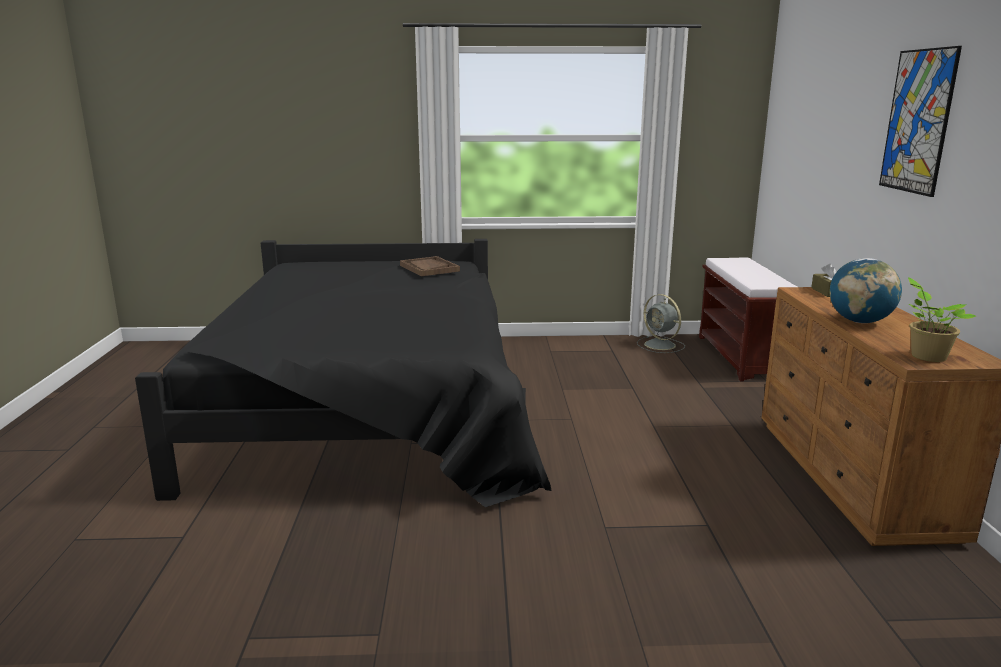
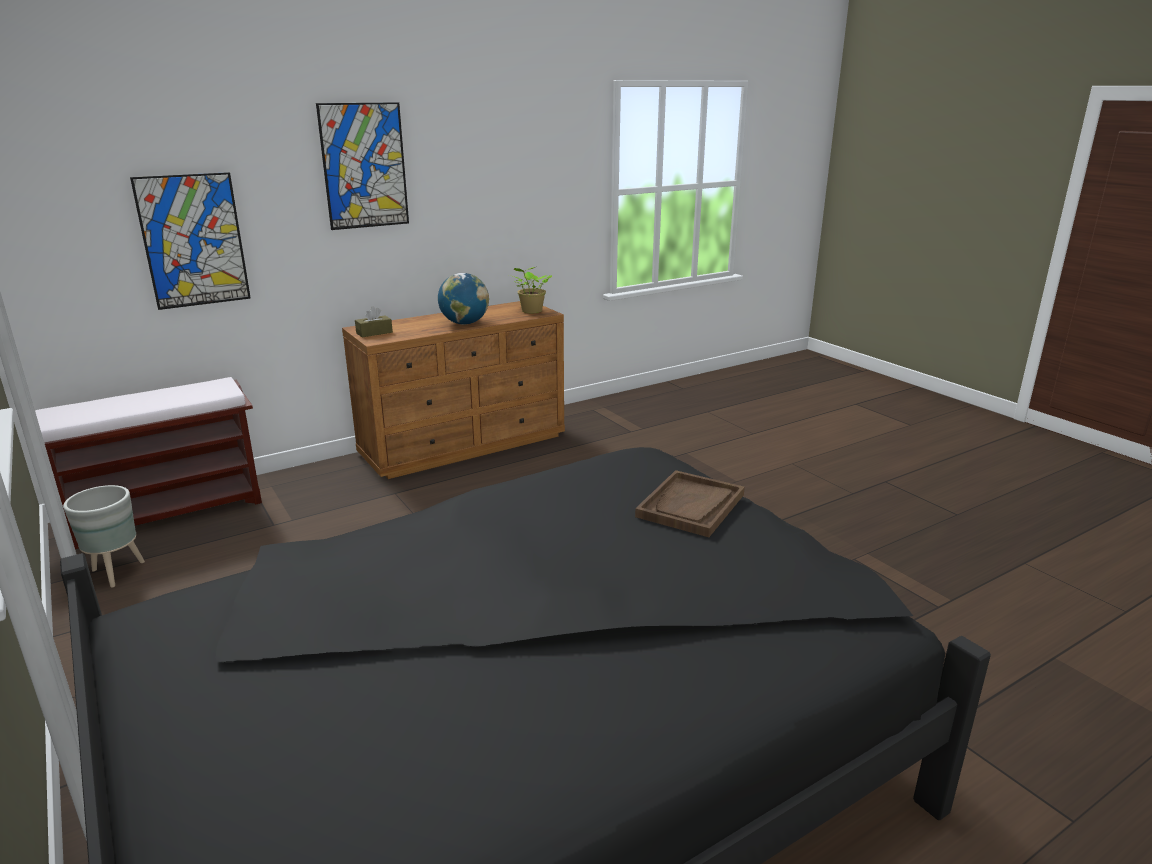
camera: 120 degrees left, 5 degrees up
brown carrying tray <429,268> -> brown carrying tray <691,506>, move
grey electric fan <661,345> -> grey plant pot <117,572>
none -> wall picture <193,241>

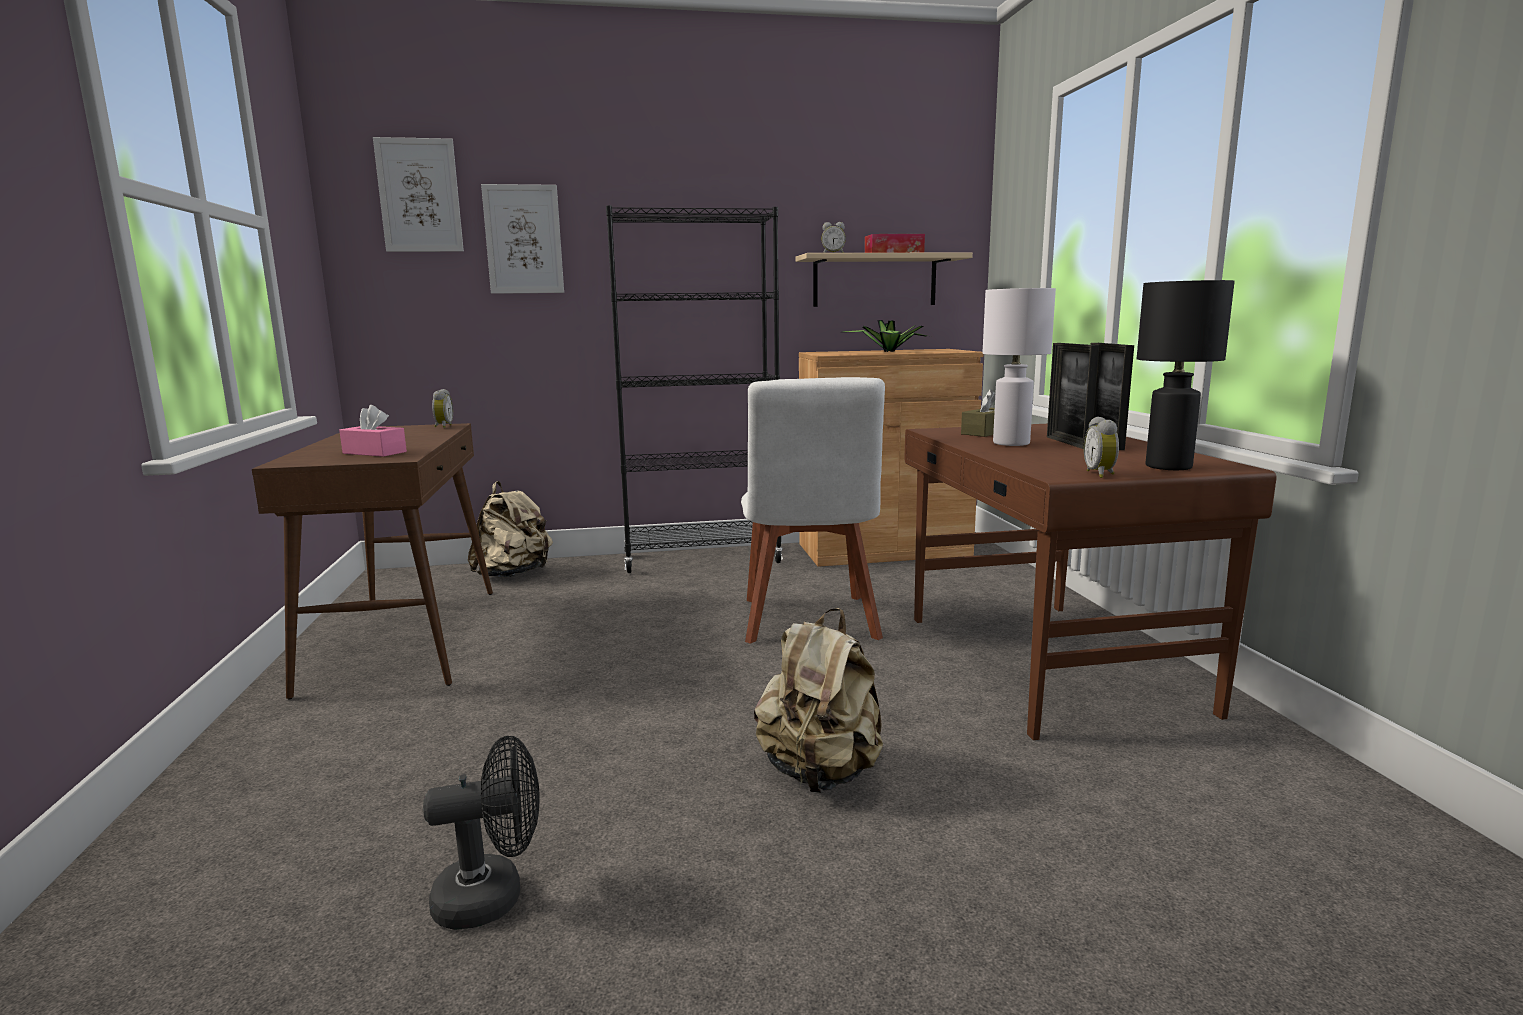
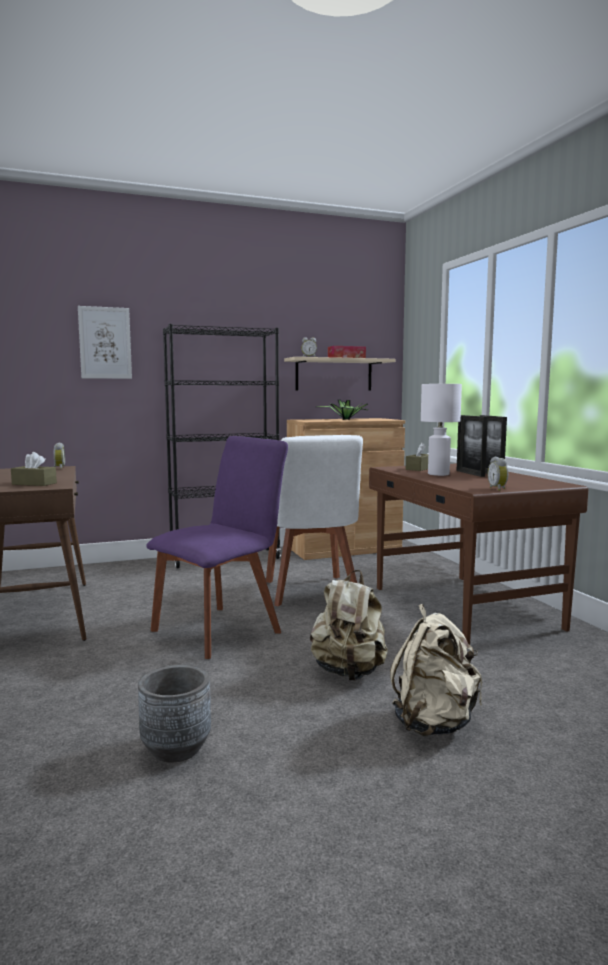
camera: 10 degrees left, 5 degrees down
wall picture <419,195> -> none
blackish table lamp <1168,467> -> none
pink box of tissues <374,452> -> brown box of tissues <34,484>
beige backpack <513,574> -> beige backpack <434,723>, move
blackish electric fan <493,896> -> grey plant pot <176,748>
none -> purple plain chair <221,629>

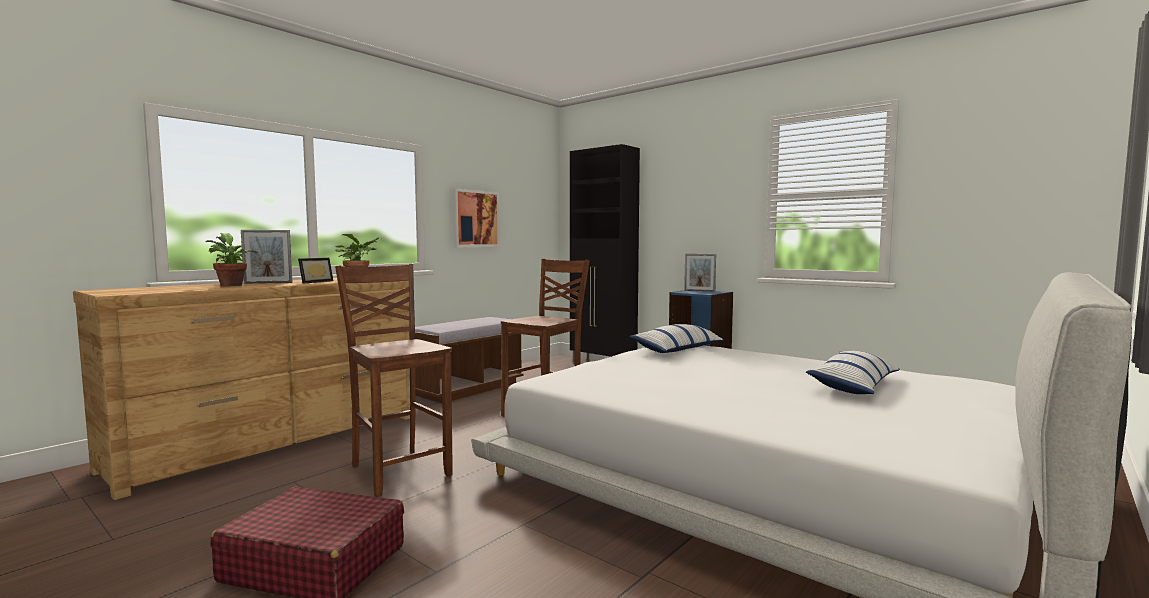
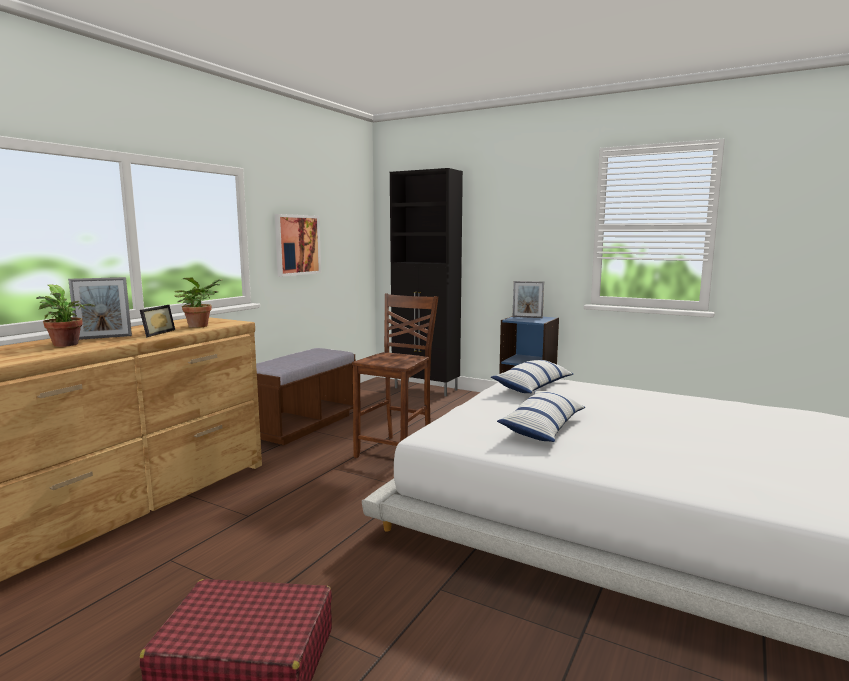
camera: 10 degrees left, 5 degrees up
brown plain chair <399,470> -> none
cushion <854,385> -> cushion <543,427>, move

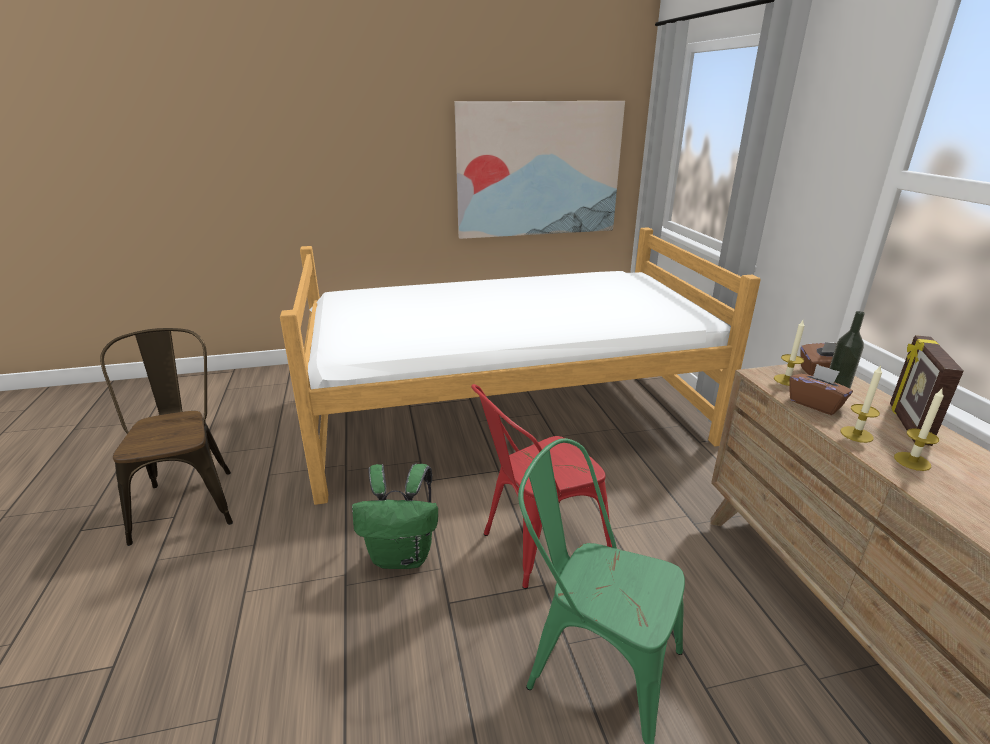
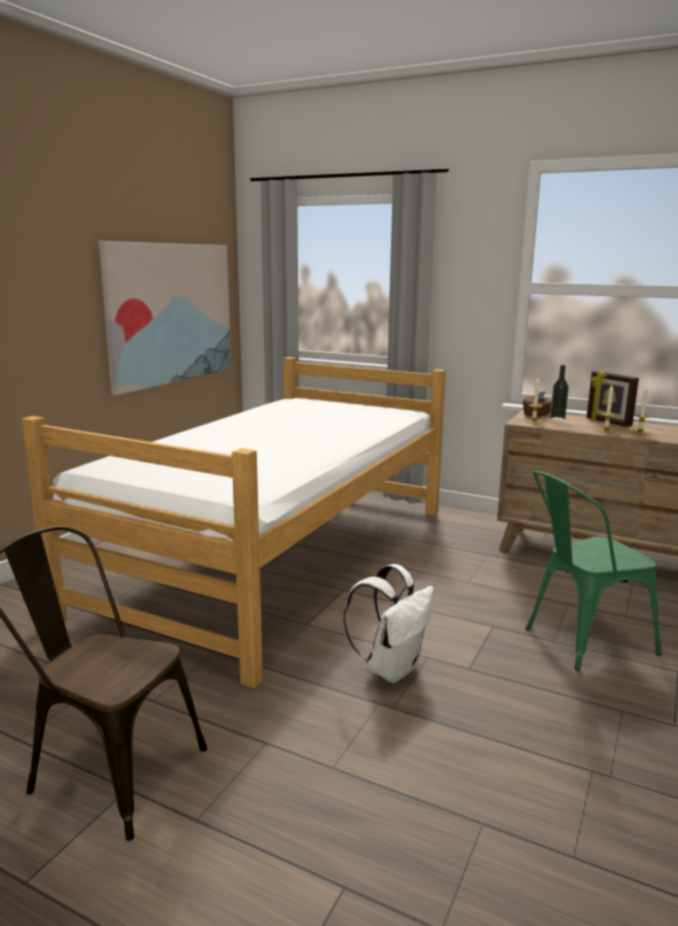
camera: 50 degrees left, 10 degrees down
brown box of tissues <815,404> -> none
red plain chair <536,546> -> none
green-coloured backpack <403,555> -> white backpack <391,668>

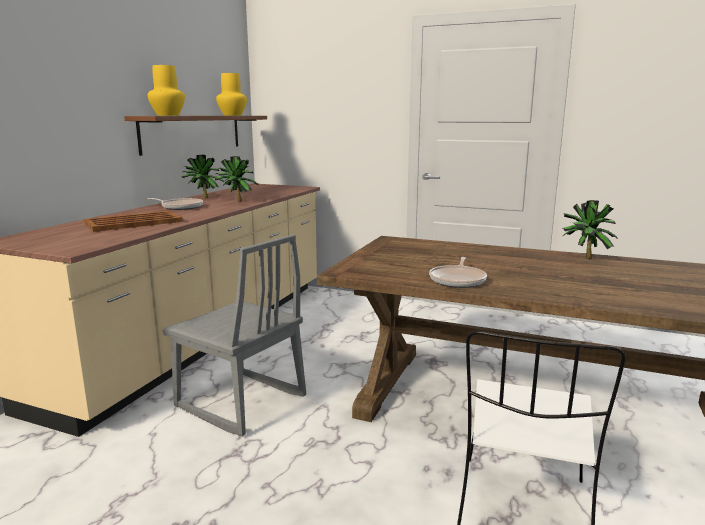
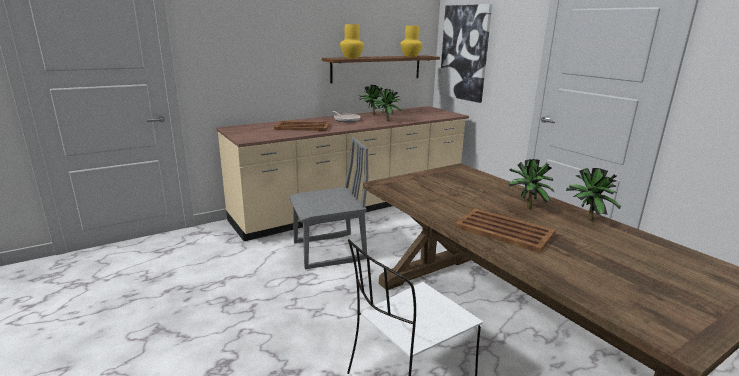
camera: 35 degrees right, 5 degrees up
grey plain chair <240,403> -> grey plain chair <329,251>, 90 degrees counterclockwise
frying pan <458,280> -> none
none -> wall picture <464,53>
none -> potted plant <525,208>
none -> brown carrying tray <504,231>

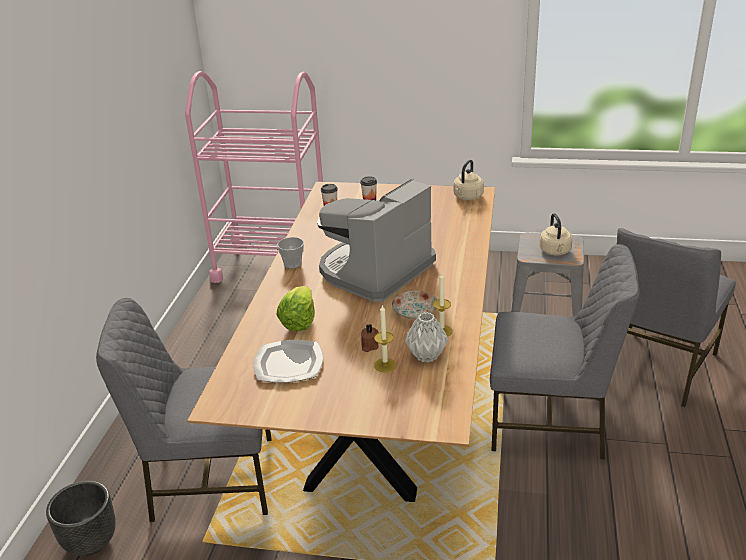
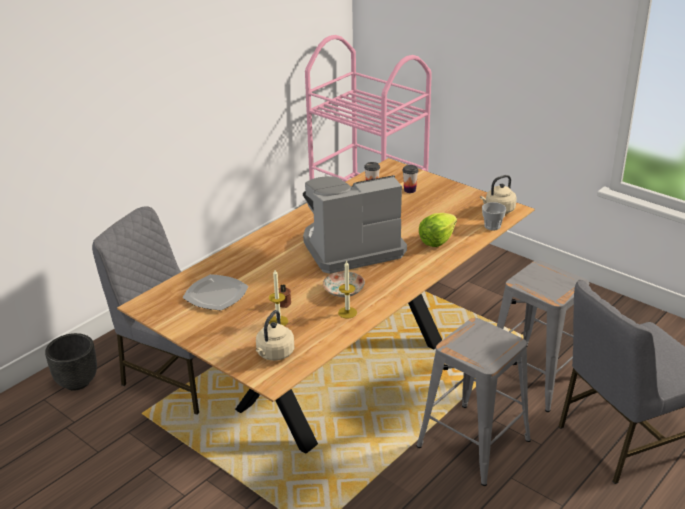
camera: 30 degrees right, 0 degrees up
beige water kettle <555,251> -> beige water kettle <274,354>, move
cup <292,264> -> cup <492,226>, move
grey plain chair <550,423> -> grey sitting stool <474,443>
lettuce <299,321> -> lettuce <437,240>, move
grey decorative vase <427,356> -> none

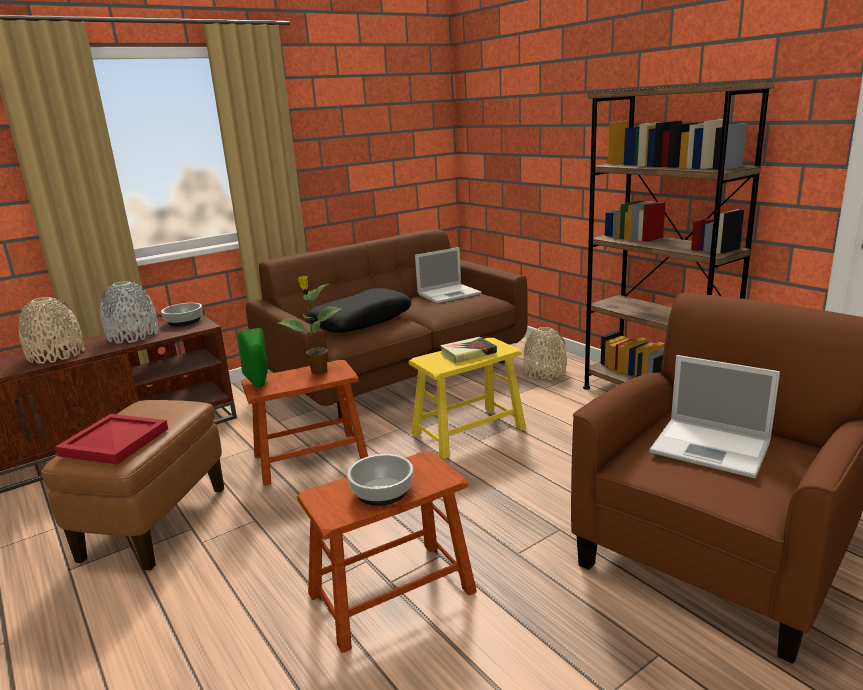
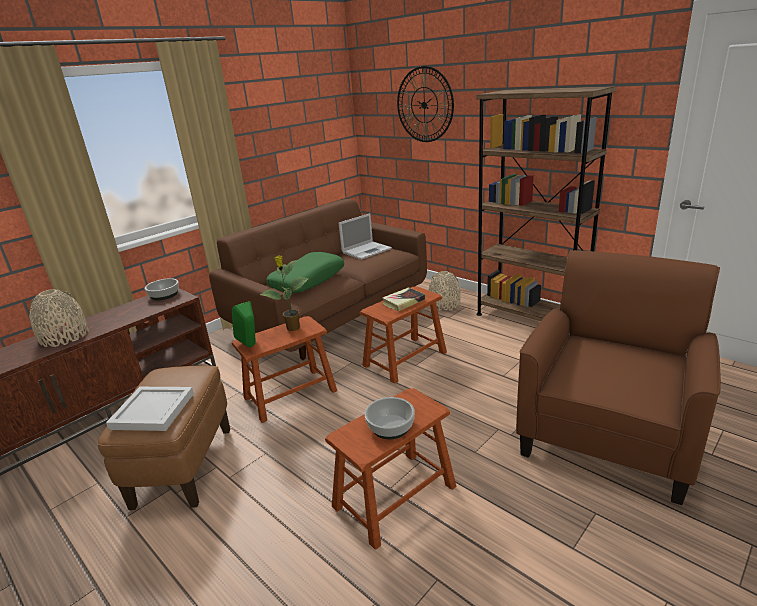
camera: 10 degrees left, 5 degrees up
grey decorative vase <133,335> -> none
blackish cushion <361,321> -> green-coloured cushion <307,280>
yellow-coloured sitting stool <468,431> -> brown sitting stool <404,359>
notebook computer <712,448> -> none
red carrying tray <114,442> -> white carrying tray <153,411>
none -> clock on the wall <424,105>

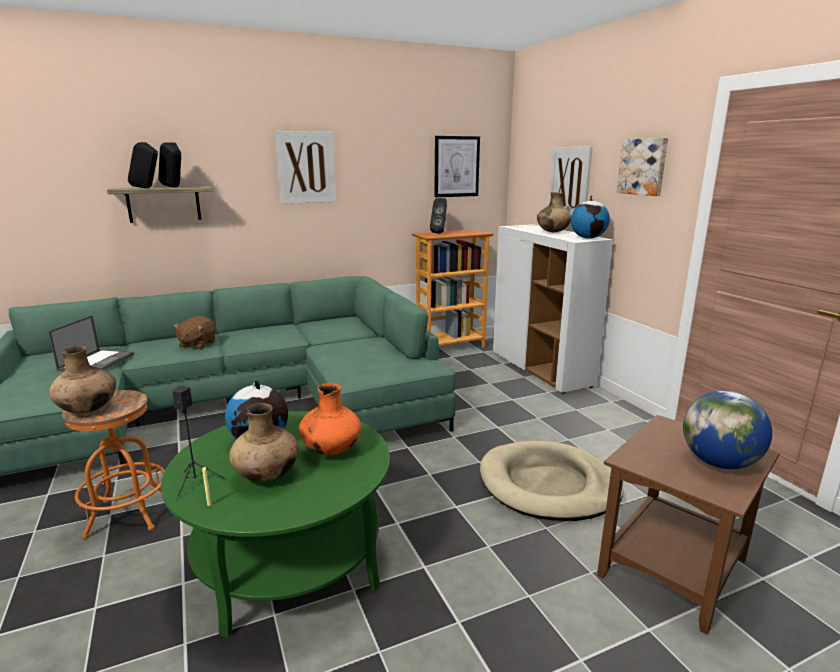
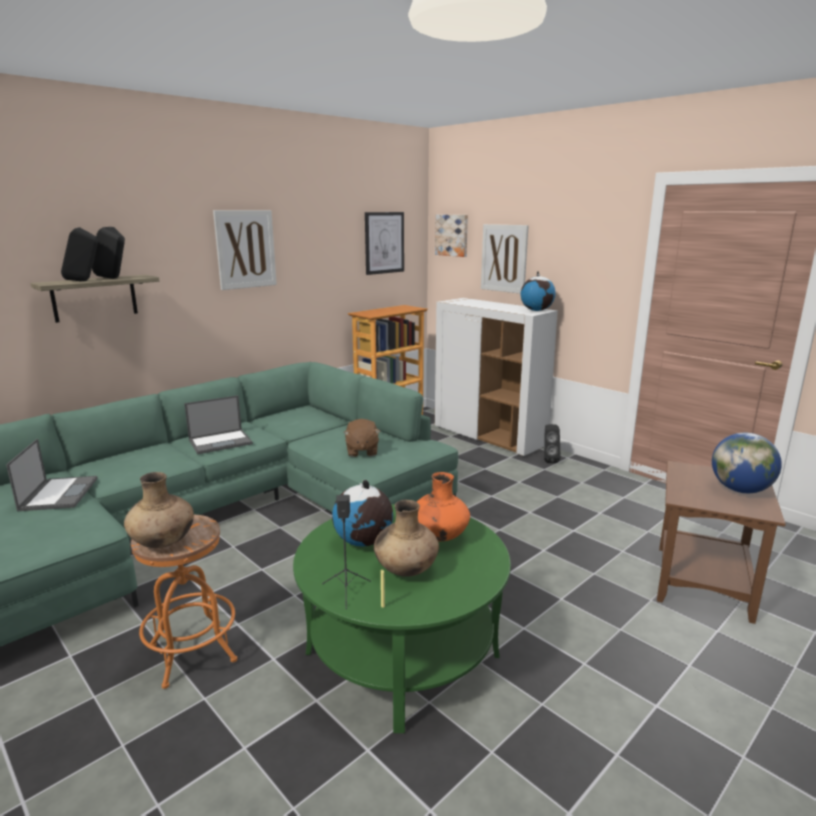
camera: 20 degrees left, 0 degrees up
wall picture <643,166> -> wall picture <452,235>, move
brown decorative vase <552,232> -> none
blackish speaker <440,233> -> blackish speaker <549,460>, move
brown plush toy <197,344> -> brown plush toy <361,451>, move
beige pet bed <548,485> -> none
none -> notebook computer <221,442>

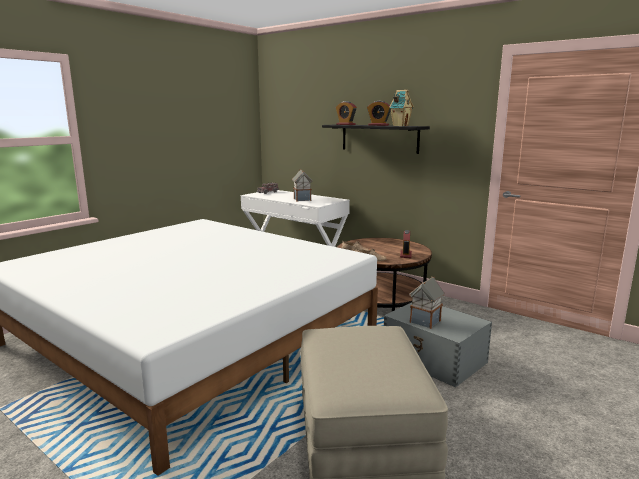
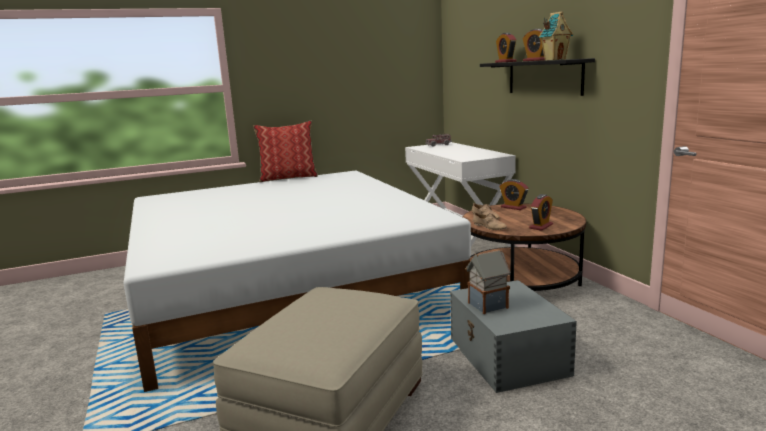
camera: 30 degrees right, 0 degrees up
toy house <302,199> -> none
none -> cushion <288,178>
none -> alarm clock <513,207>

